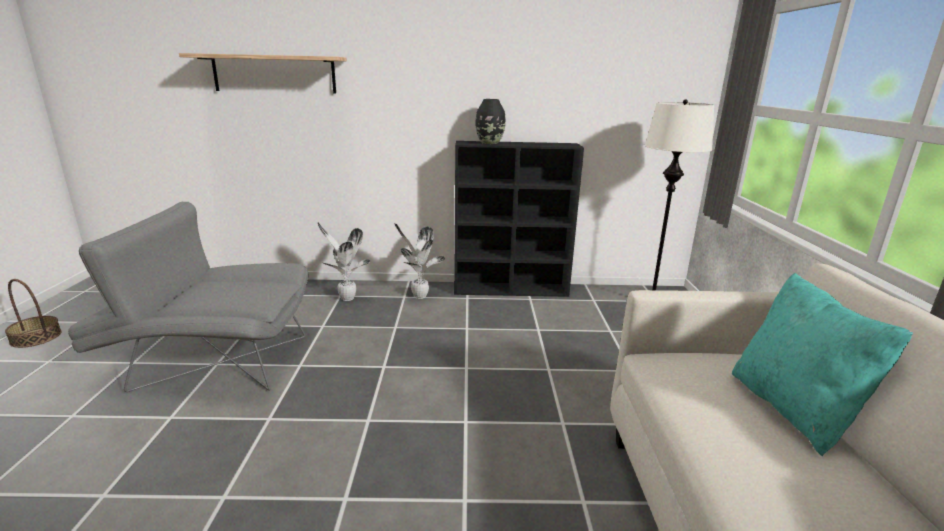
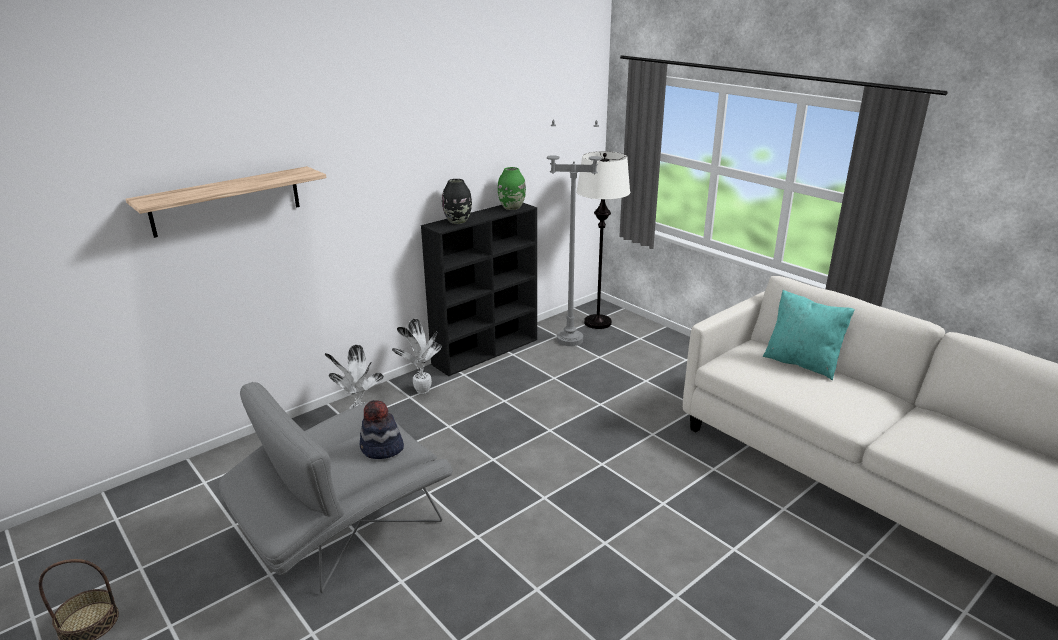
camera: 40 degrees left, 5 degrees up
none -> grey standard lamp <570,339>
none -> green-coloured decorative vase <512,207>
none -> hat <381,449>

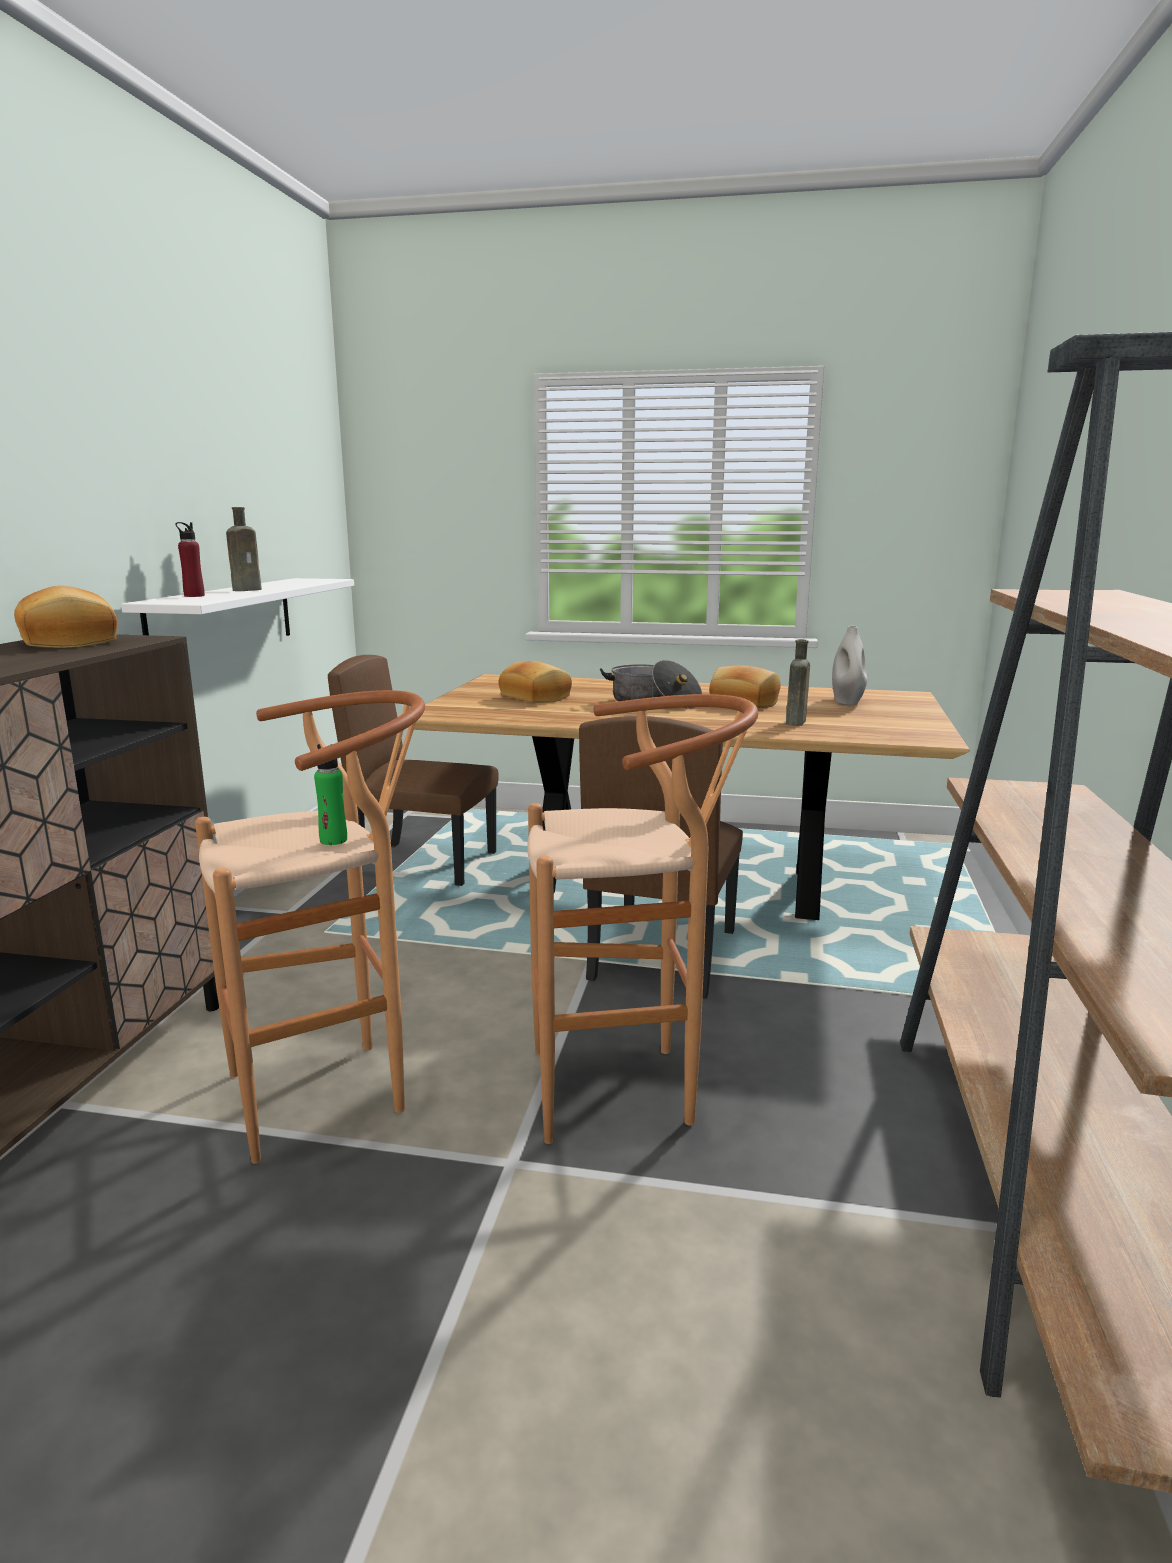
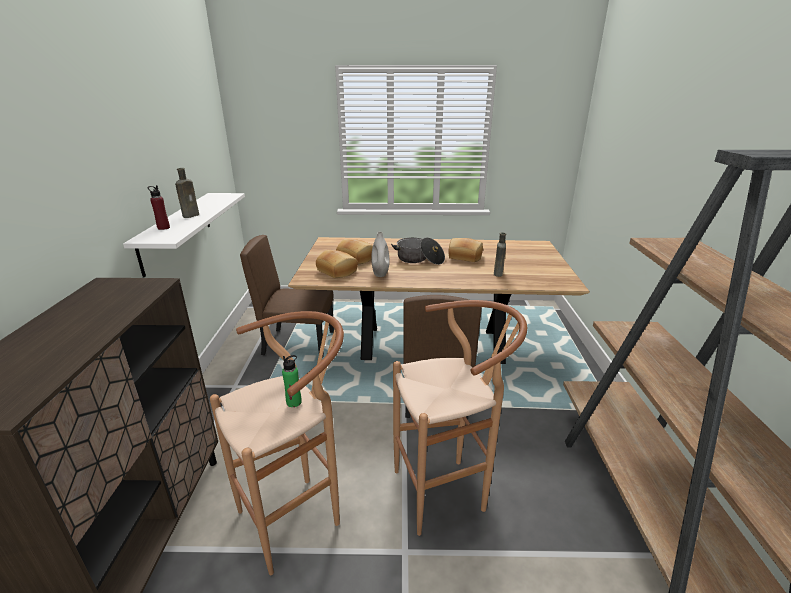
camera: 10 degrees left, 10 degrees up
baked bread <72,642> -> baked bread <338,271>, move
white decorative vase <847,701> -> white decorative vase <380,273>, move

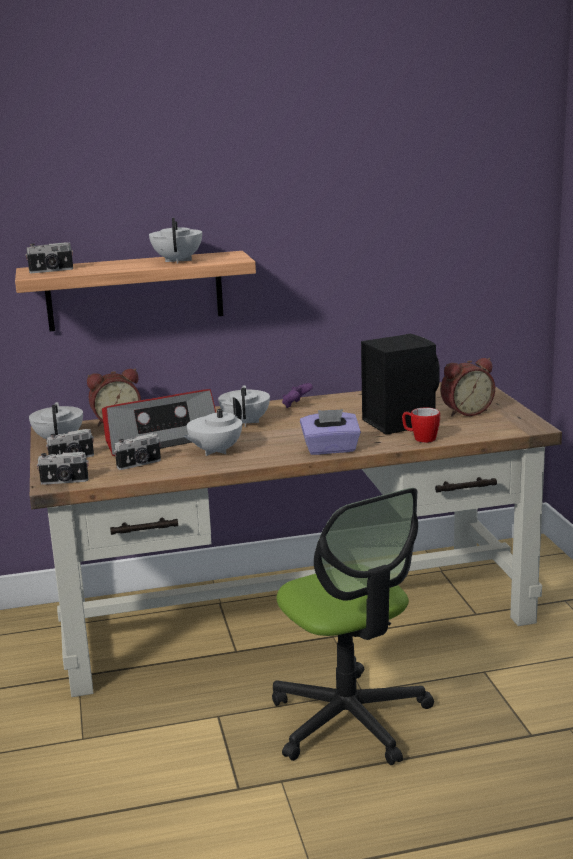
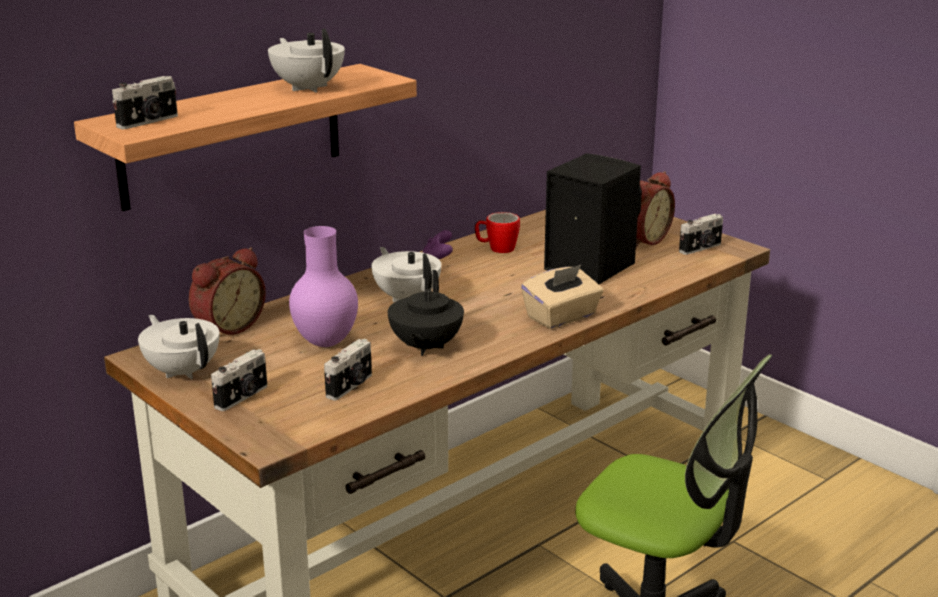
camera: 30 degrees left, 5 degrees up
radio receiver <160,438> -> purple decorative vase <325,342>
white tea pot <215,451> -> blackish tea pot <425,347>
tea mug <420,438> -> tea mug <497,249>, move
purple box of tissues <330,449> -> beige box of tissues <562,317>
photo camera <64,481> -> photo camera <701,248>, move

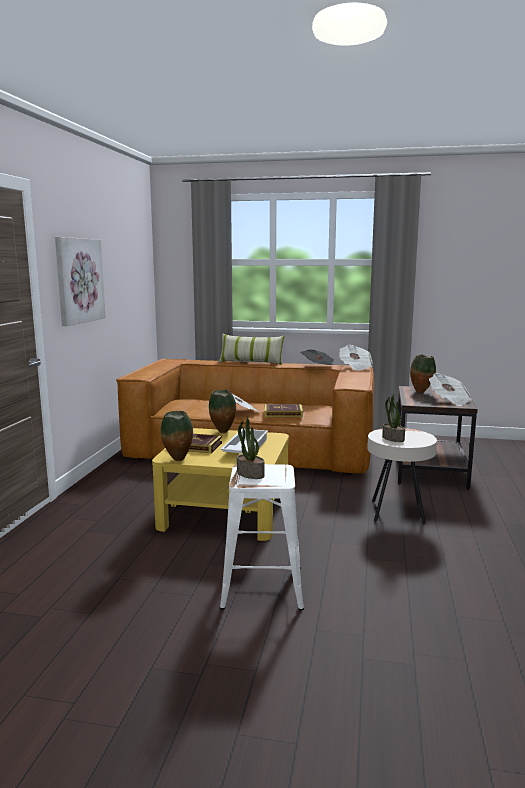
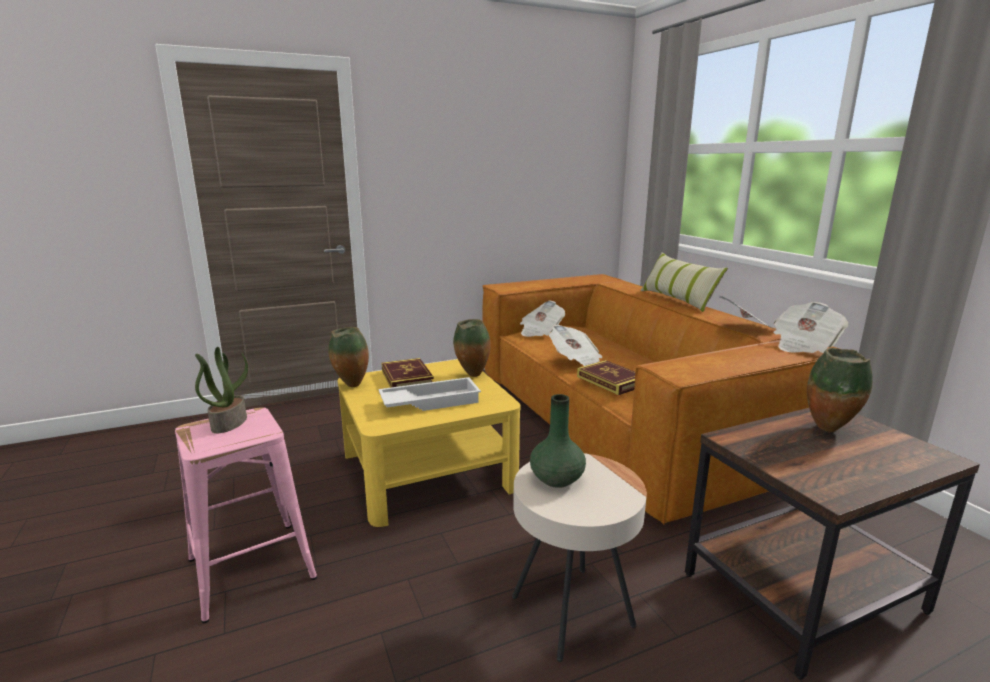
camera: 55 degrees right, 5 degrees up
wall picture <79,280> -> none
daily paper <449,401> -> daily paper <540,331>, move
potted plant <392,438> -> green-coloured decorative vase <556,479>
white sitting stool <263,586> -> pink sitting stool <251,569>

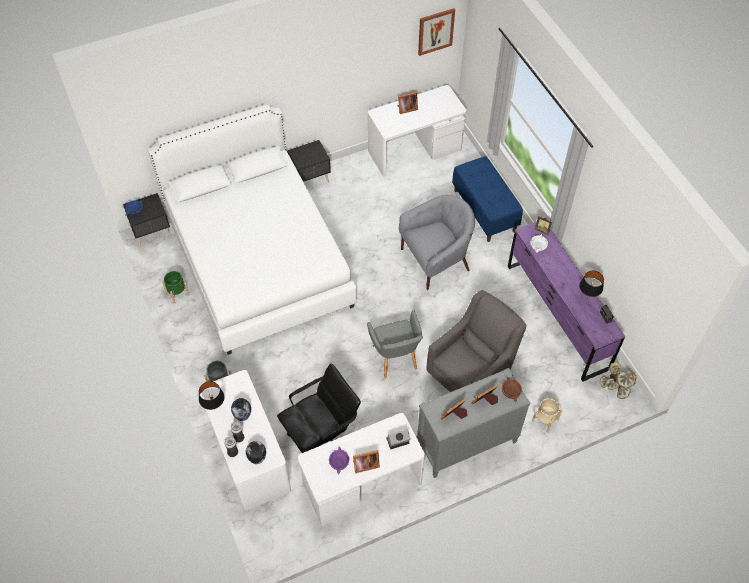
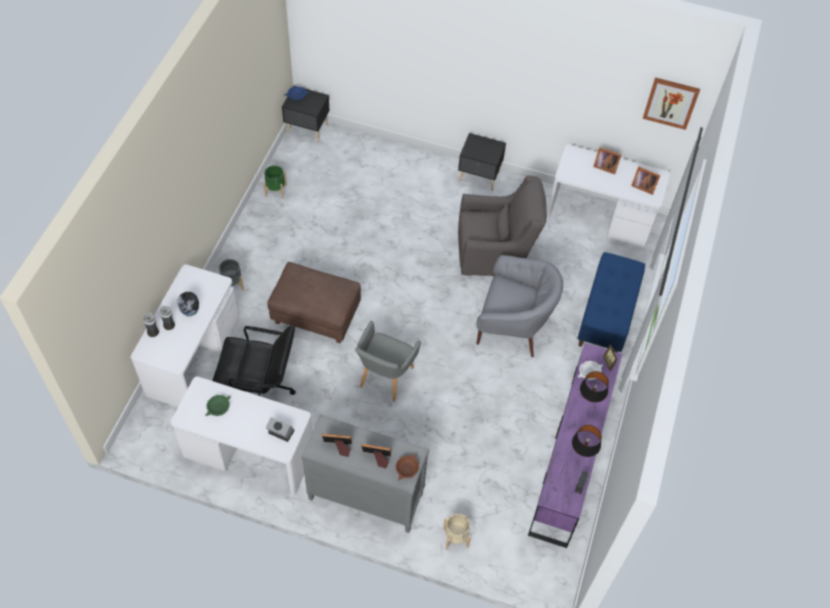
camera: 40 degrees right, 0 degrees up
white bed <258,260> -> none
grey lounge chair <472,372> -> grey lounge chair <495,254>, move
potted plant <616,386> -> none
blackish table lamp <214,408> -> blackish table lamp <589,402>, move
decorative vase <257,459> -> none
purple deep dish <339,462> -> green-coloured deep dish <218,408>
photo frame <364,465> -> photo frame <642,186>, move
none -> brown pouffe <316,316>

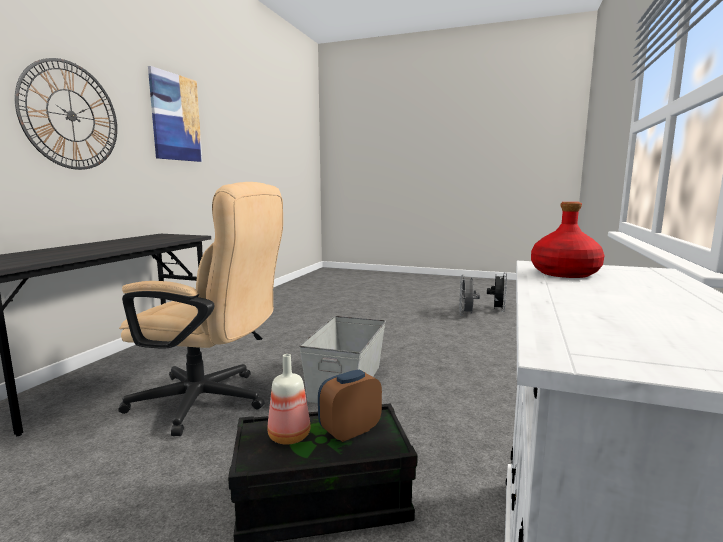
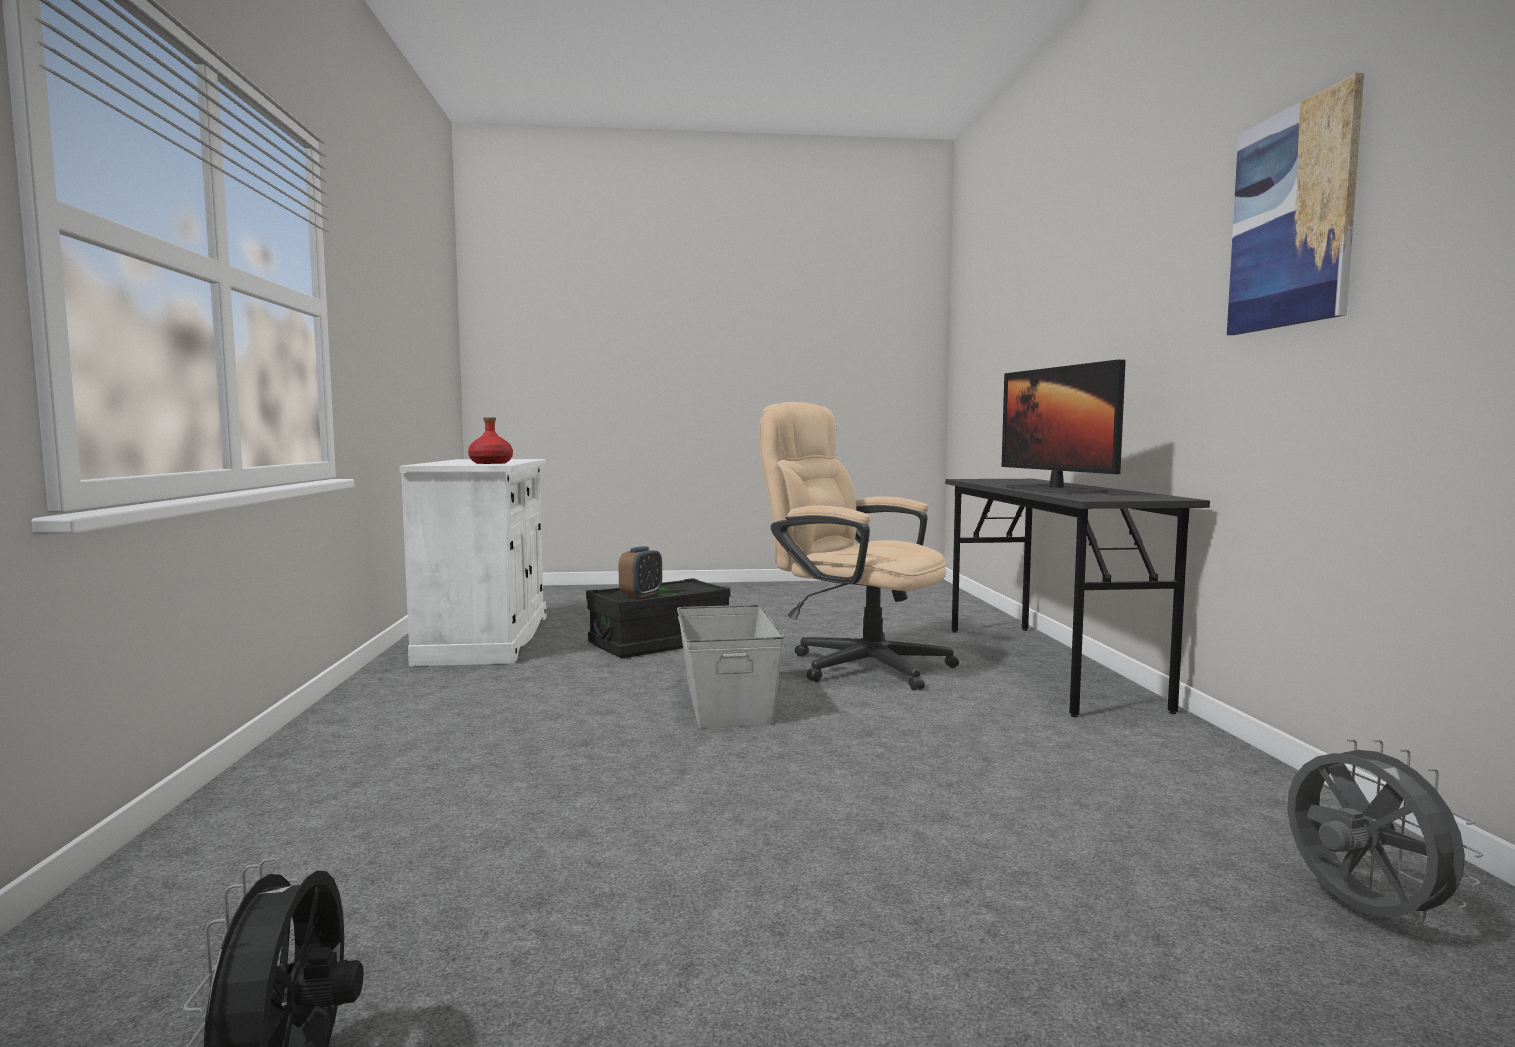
camera: 155 degrees right, 5 degrees down
clock on the wall <71,116> -> none
beige desk chair <211,402> -> beige desk chair <855,664>, 45 degrees clockwise
grey electric fan <466,315> -> grey electric fan <1360,912>, move
drink bottle <288,436> -> none
none -> monitor <1054,490>

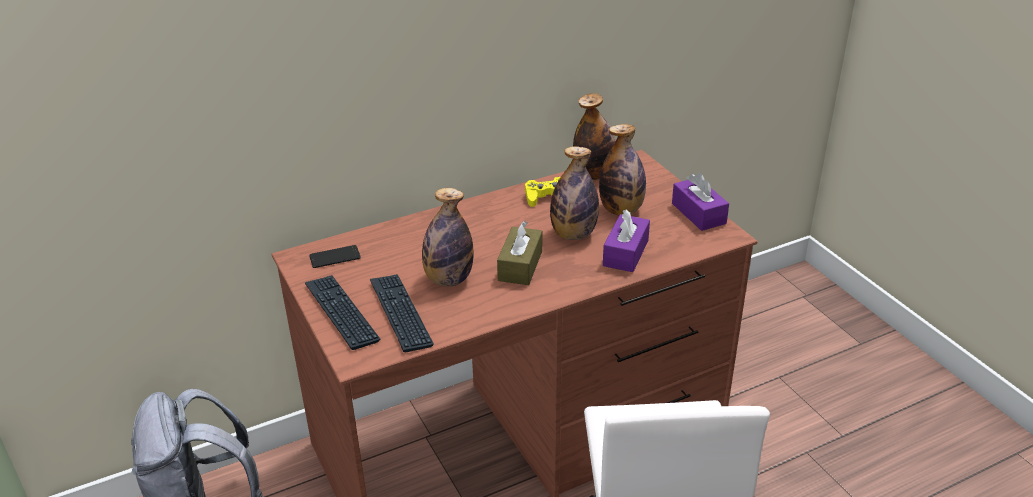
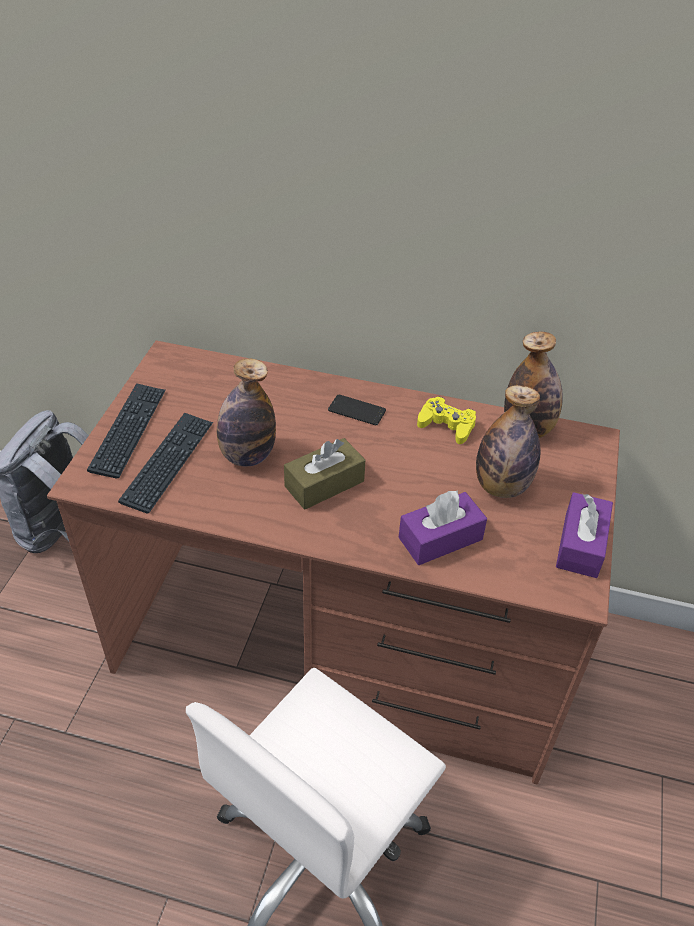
camera: 40 degrees right, 10 degrees up
drink bottle <573,234> -> none
telephone <335,257> -> telephone <356,410>, move

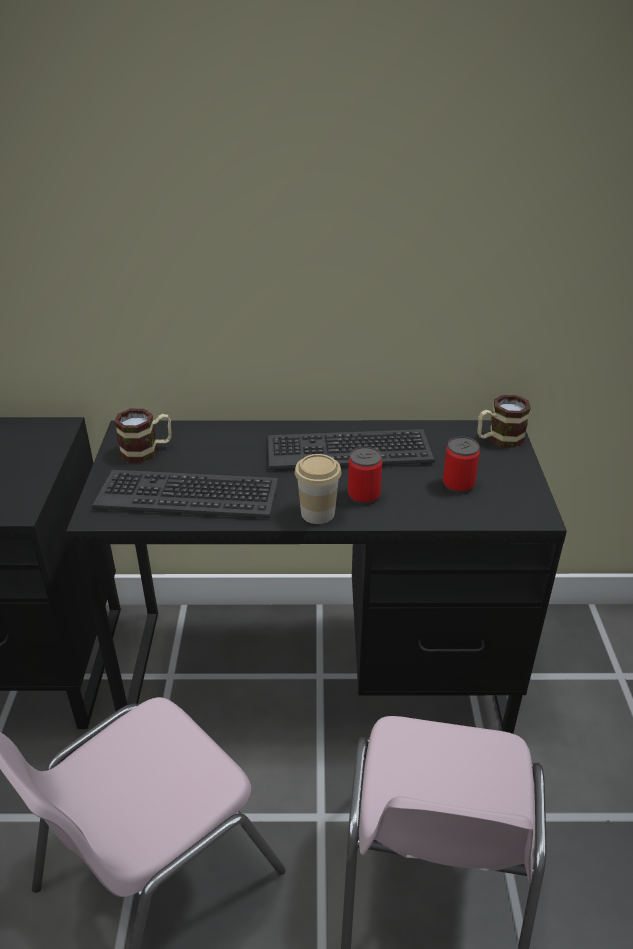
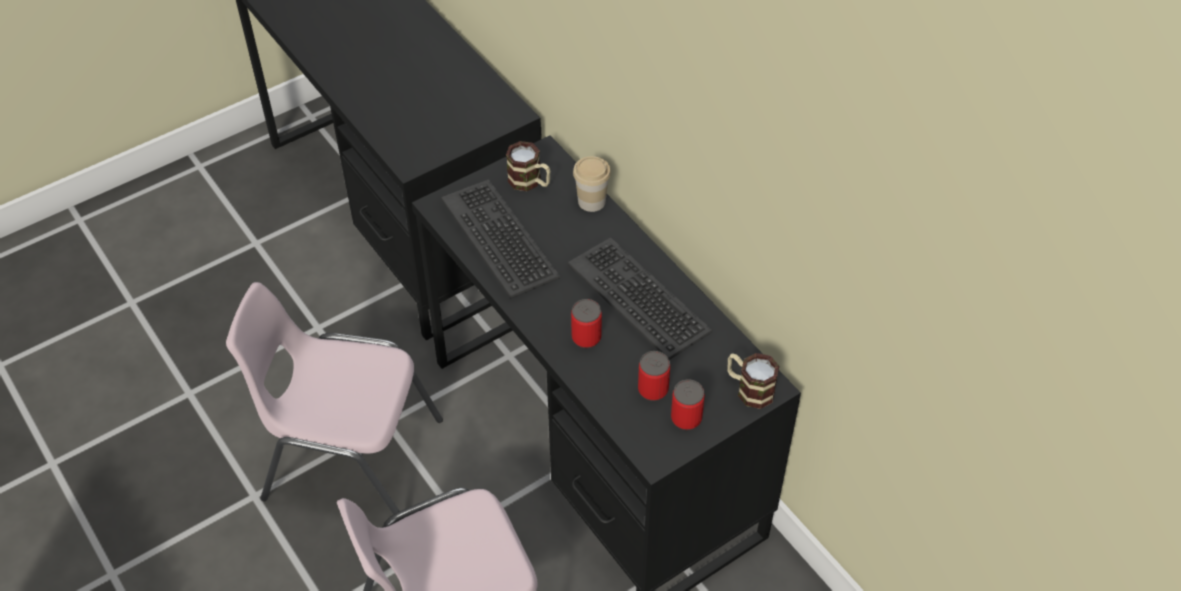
camera: 55 degrees right, 15 degrees up
cup <317,513> -> cup <591,201>, move
none -> metal can <686,418>

